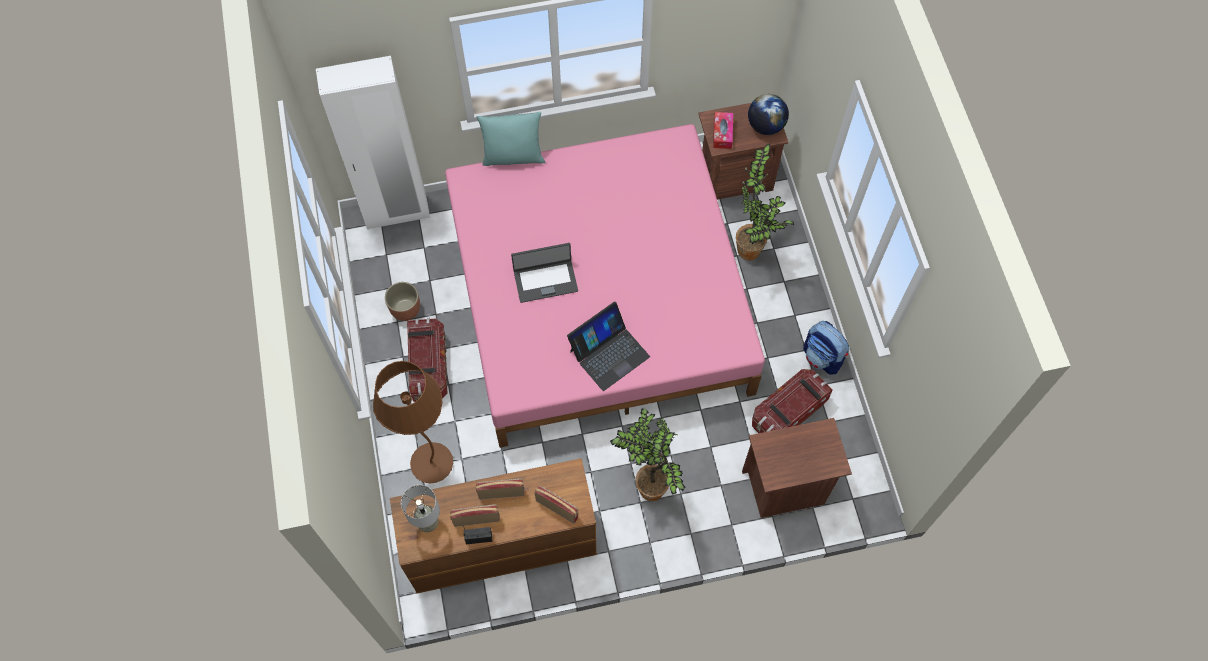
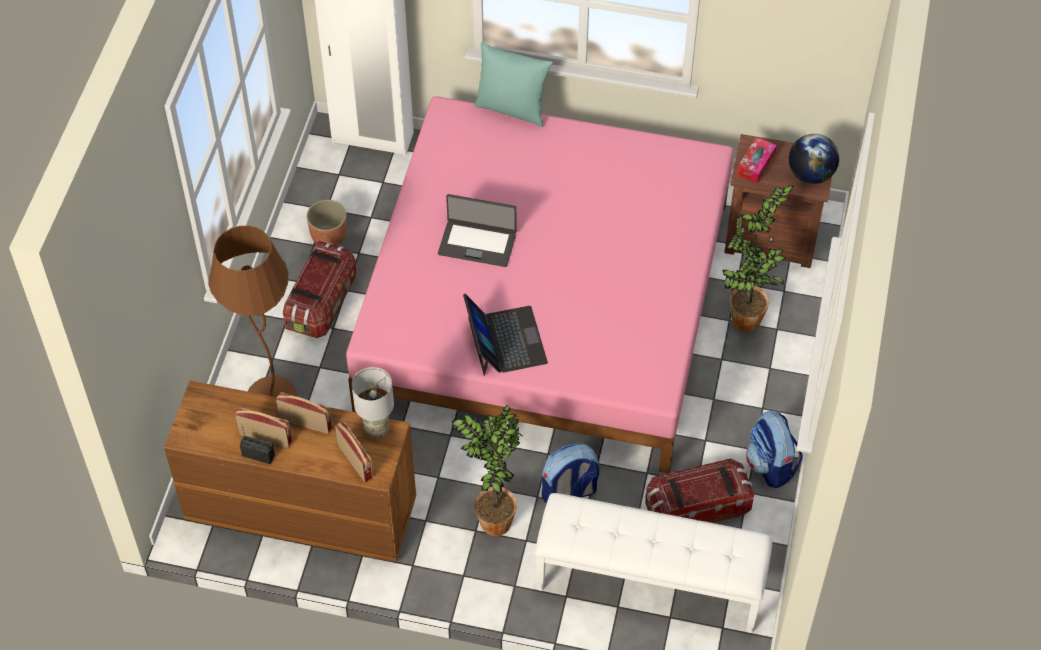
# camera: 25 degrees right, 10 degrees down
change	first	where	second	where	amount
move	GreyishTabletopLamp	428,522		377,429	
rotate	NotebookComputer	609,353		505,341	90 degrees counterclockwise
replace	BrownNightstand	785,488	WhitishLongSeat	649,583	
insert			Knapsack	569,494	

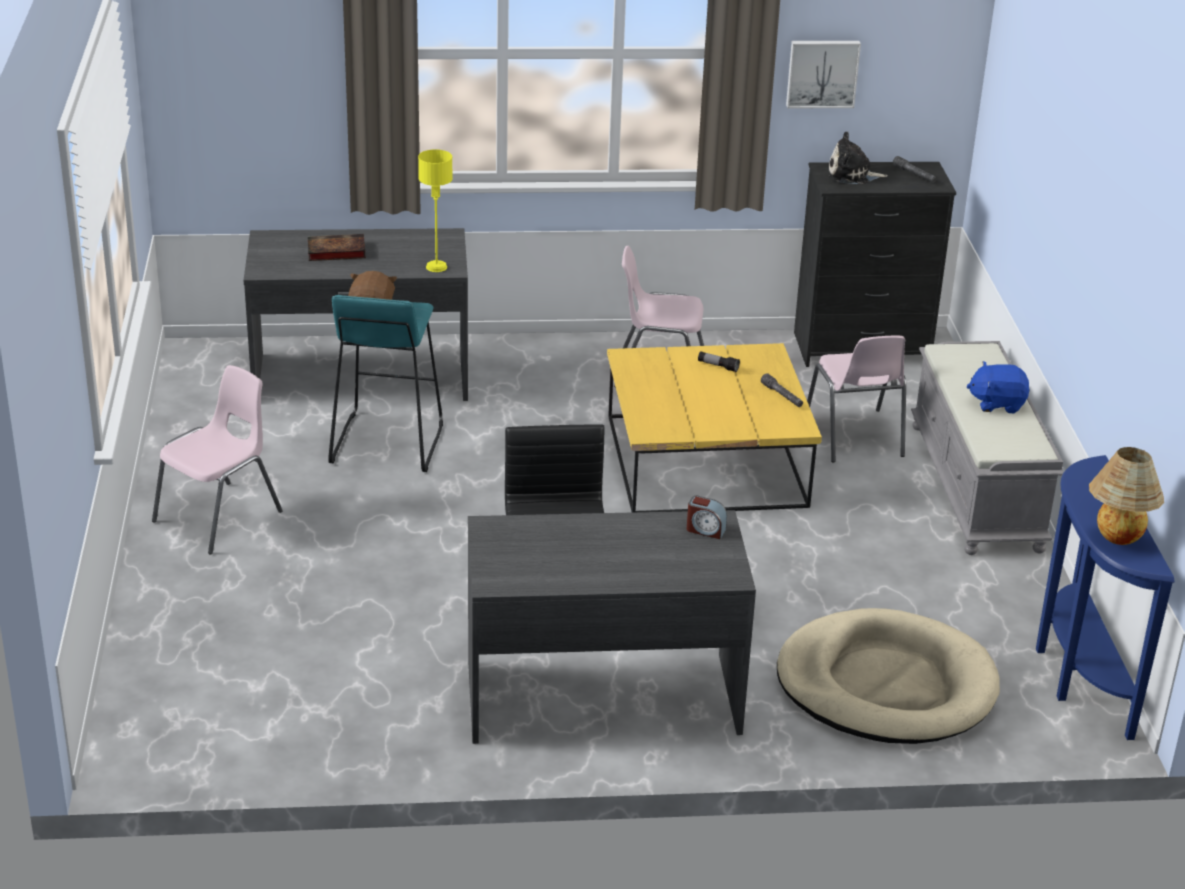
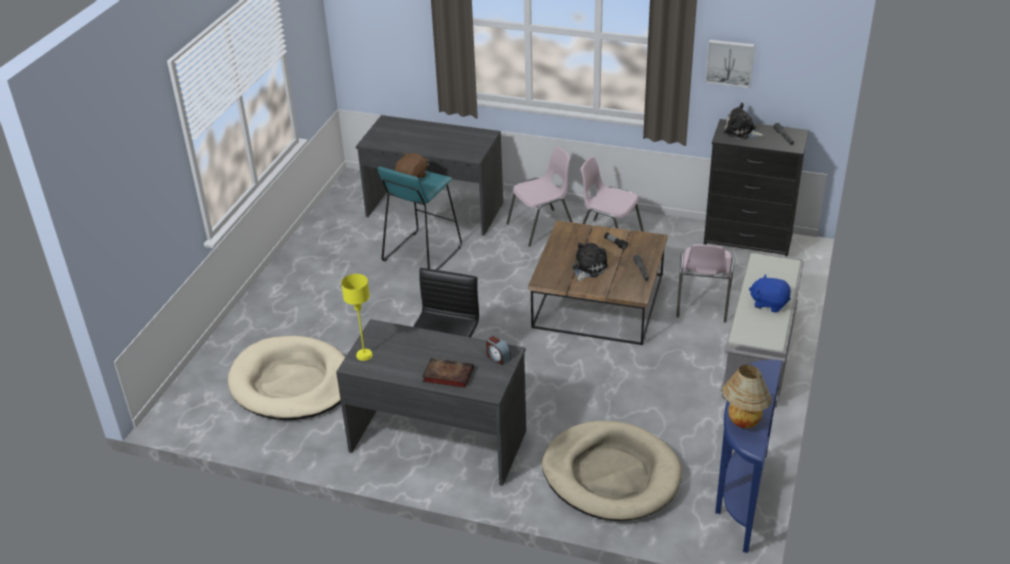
# camera: 25 degrees right, 5 degrees up
change	first	where	second	where	amount
insert			BeigeDogBed	292,383	
move	YellowTabletopLamp	436,267		364,355	
move	BoundBook	335,251		446,375	
move	PinkPlainChair	220,517		542,227	
recolor	YellowLoungeTable	704,462	BrownLoungeTable	597,301	
insert			PlushToy	588,268	

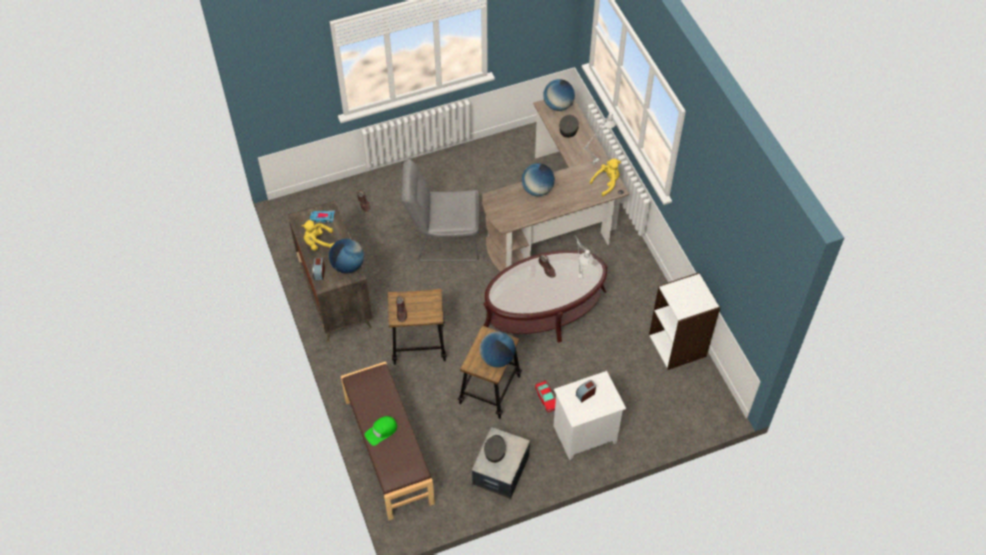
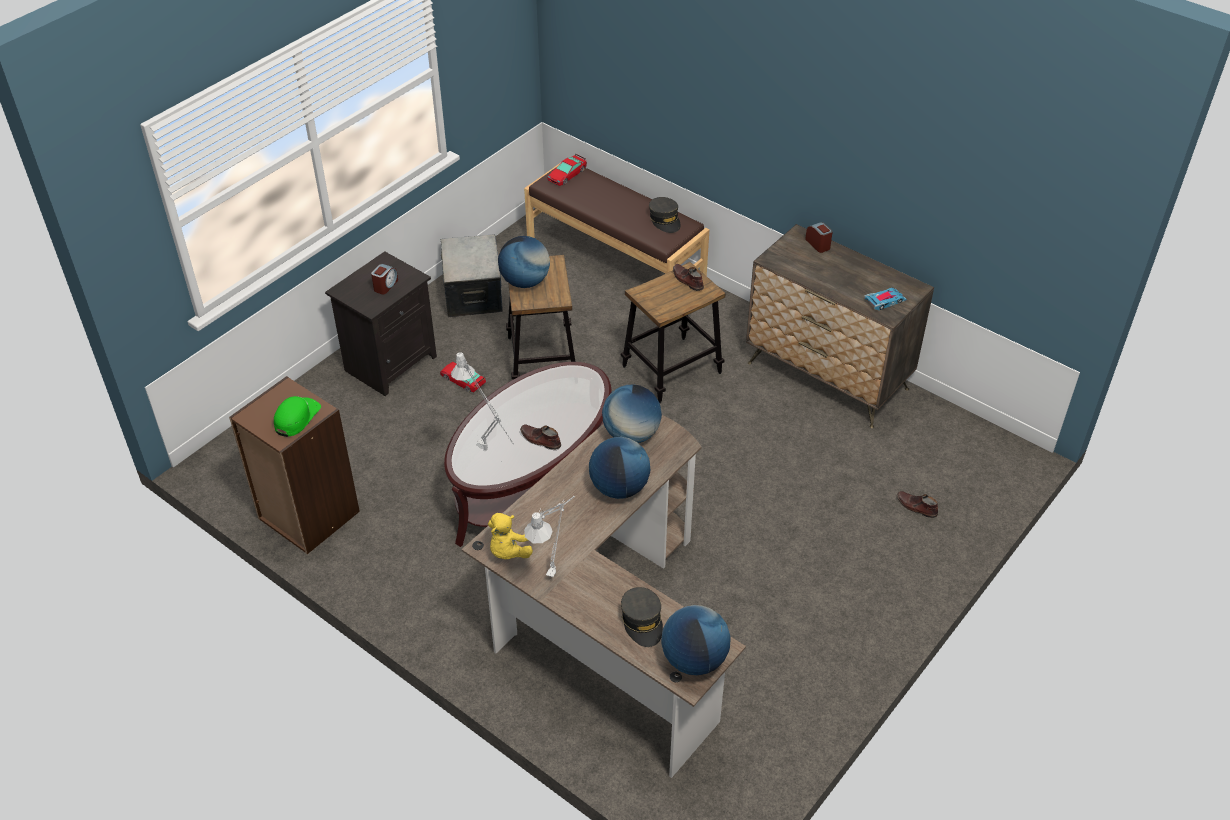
# camera: 150 degrees right, 10 degrees down
change	first	where	second	where	amount
recolor	WhitishBookcase	678,345	BrownBookcase	308,515	
move	GreenishBaseballCap	381,431		296,417	
recolor	WhitishNightstand	584,435	BlackColouredNightstand	390,362	
insert			ToyCar	567,174	
move	Globe	348,266		631,434	
move	GreyishBaseballCap	495,450		665,220	
delete	YellowPlushToy	318,243			
delete	GreyishPlainChair	443,239			

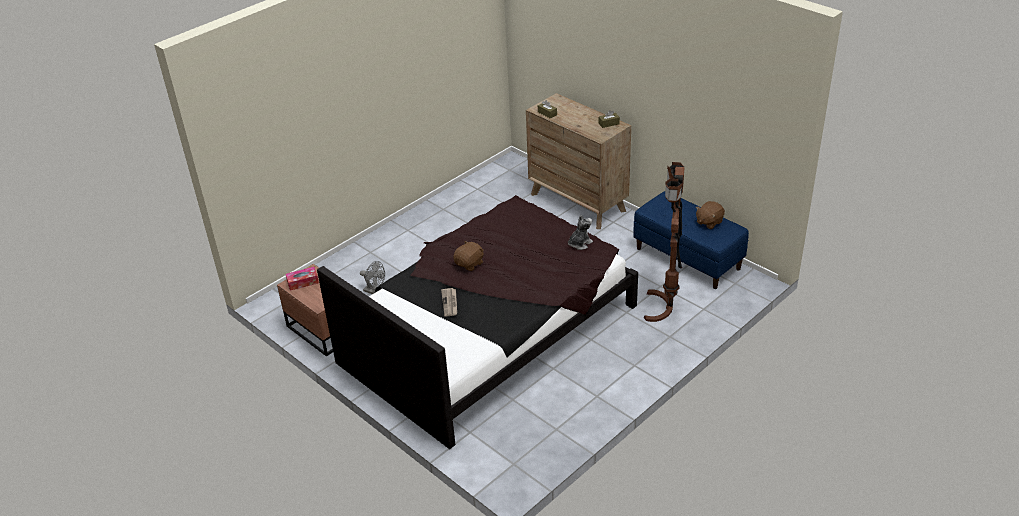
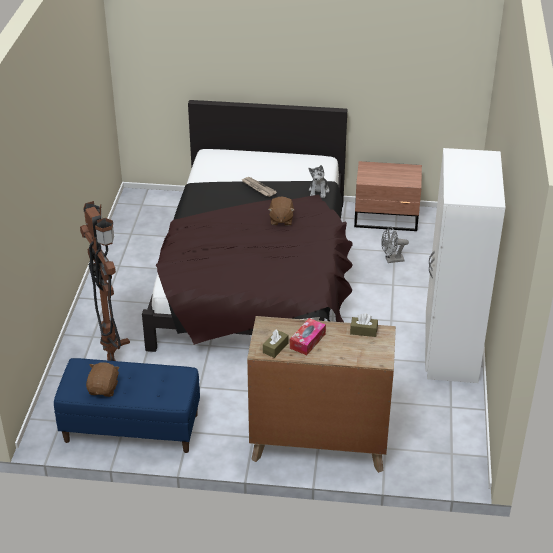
# camera: 140 degrees right, 0 degrees up
change	first	where	second	where	amount
move	TissueBox	303,282		307,341	
move	PlushToy	579,243		319,191	
insert			WhitishClothesCupboard	450,350	

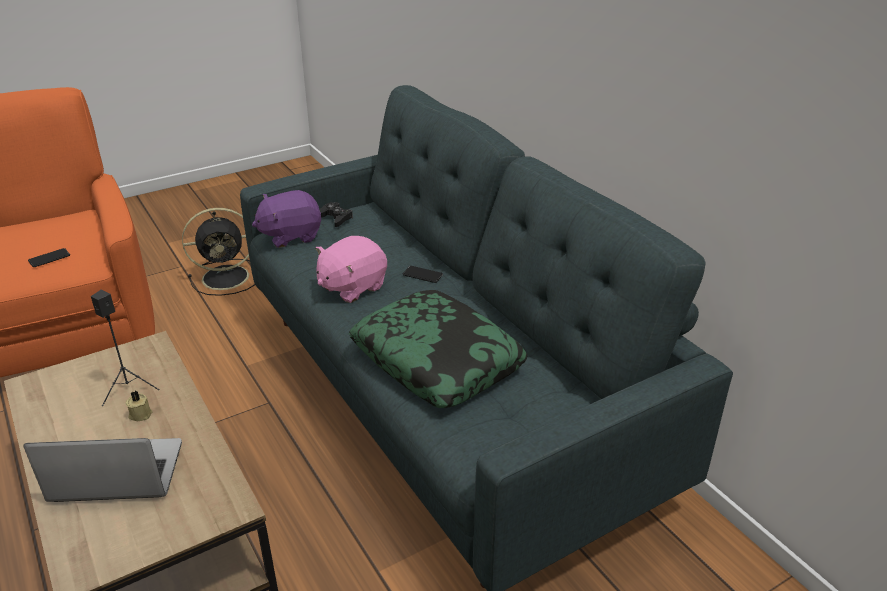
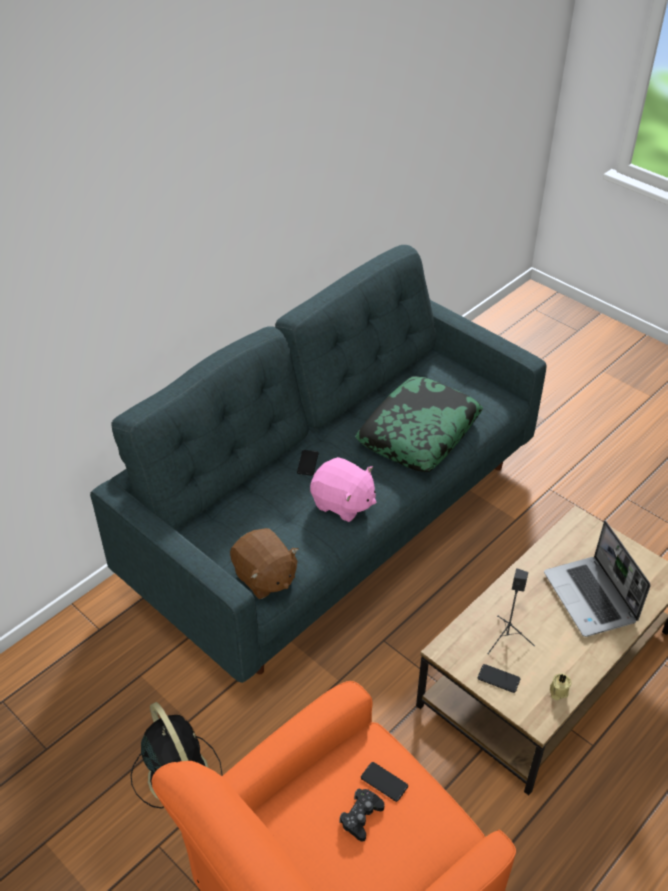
# camera: 105 degrees left, 10 degrees up
change	first	where	second	where	amount
recolor	PurplePlushToy	290,236	BrownPlushToy	264,577	
move	BlackColouredJoypad	336,218		361,816	
insert			Telephone	498,679	
move	BeigeWaxCandle	140,414		558,691	

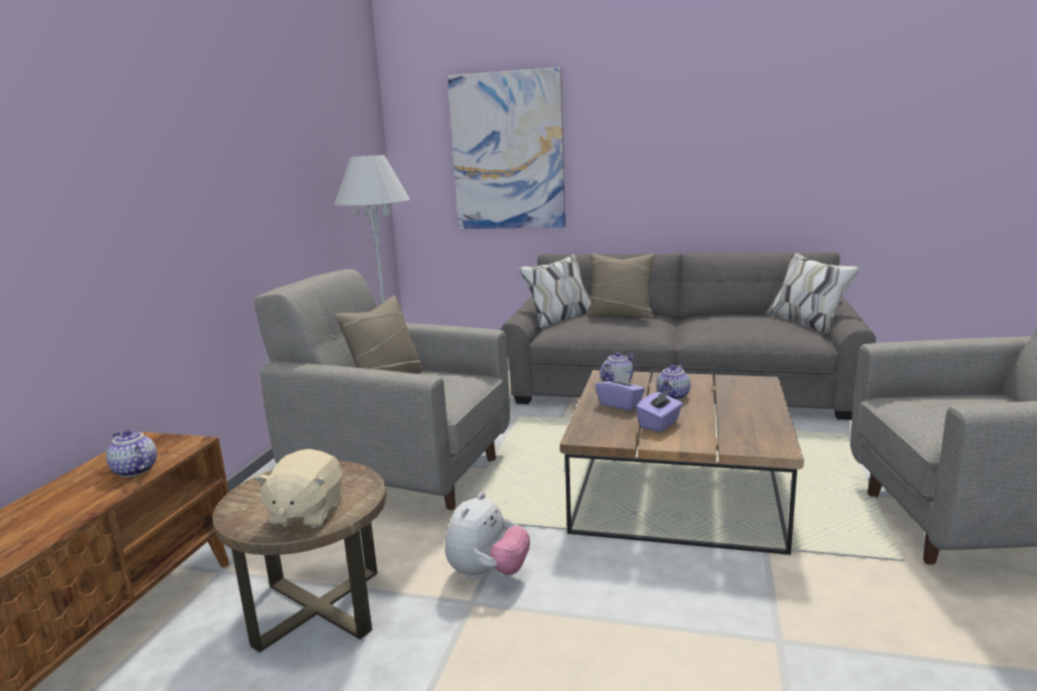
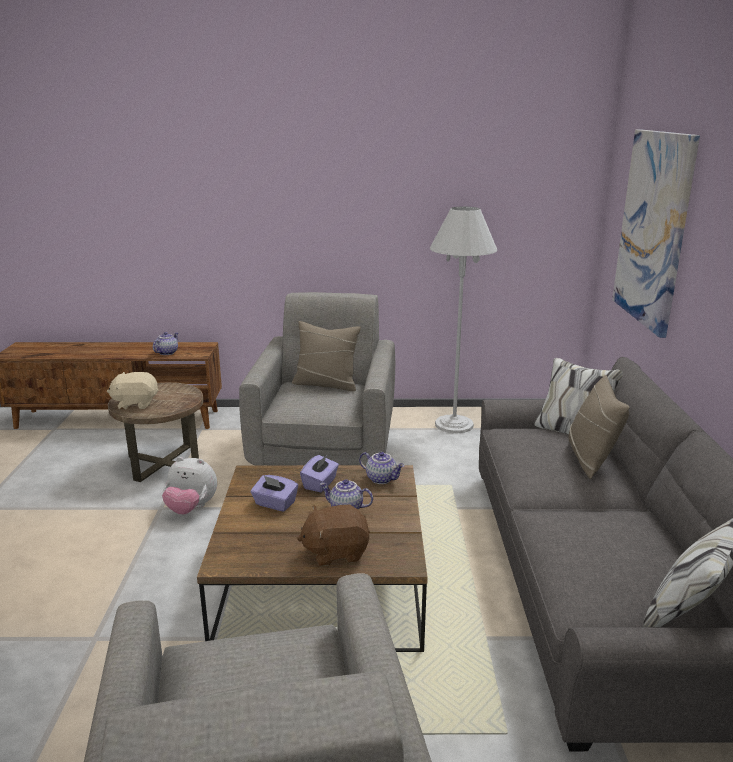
# camera: 75 degrees right, 5 degrees up
change	first	where	second	where	amount
insert			BrownPlushToy	335,552	

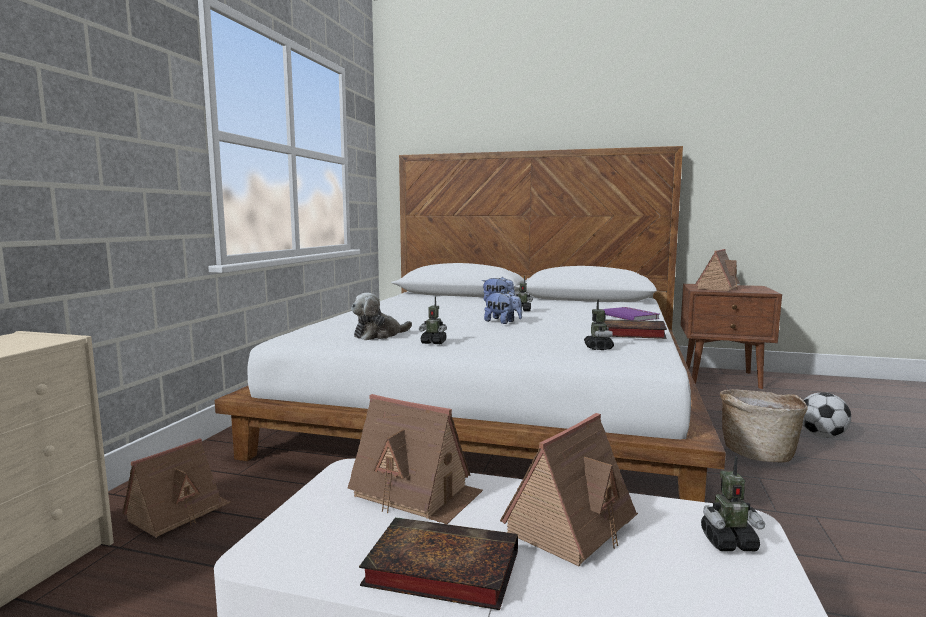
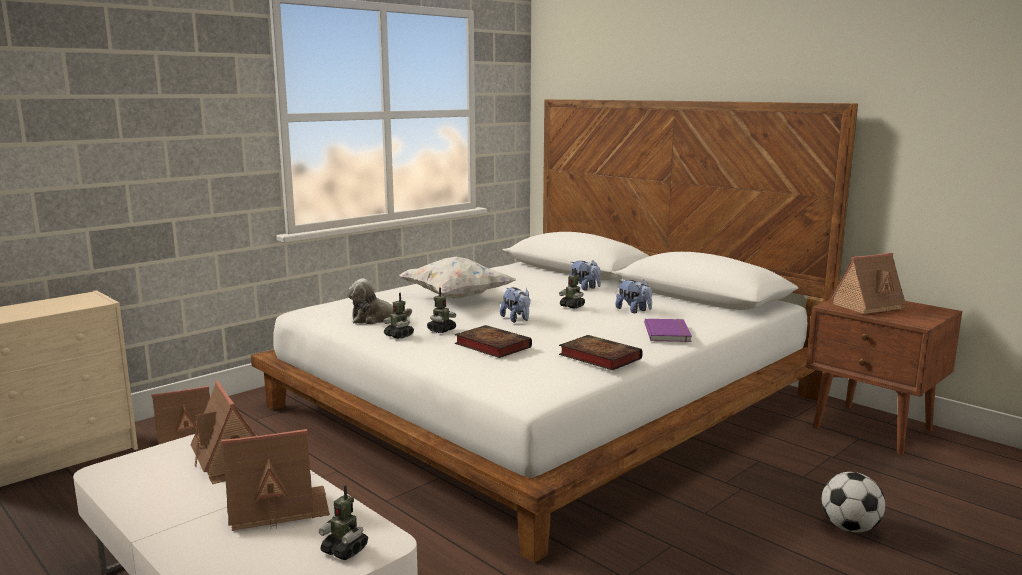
# camera: 30 degrees right, 5 degrees up
change	first	where	second	where	amount
insert			WhitishPillow	455,297	
move	ToyRobot	598,348		441,330	
move	BoundBook	438,569		490,346	
insert			PlushToy	634,310	
delete	StorageBasket	758,453			

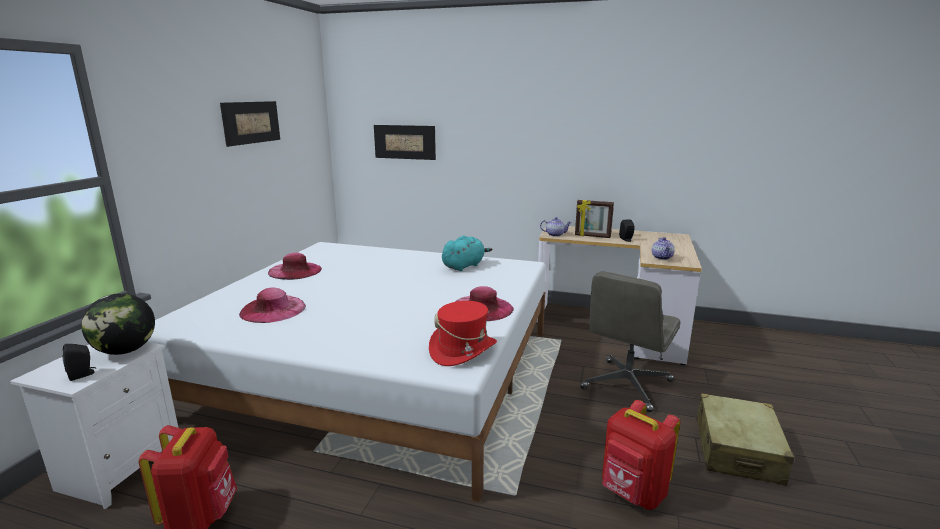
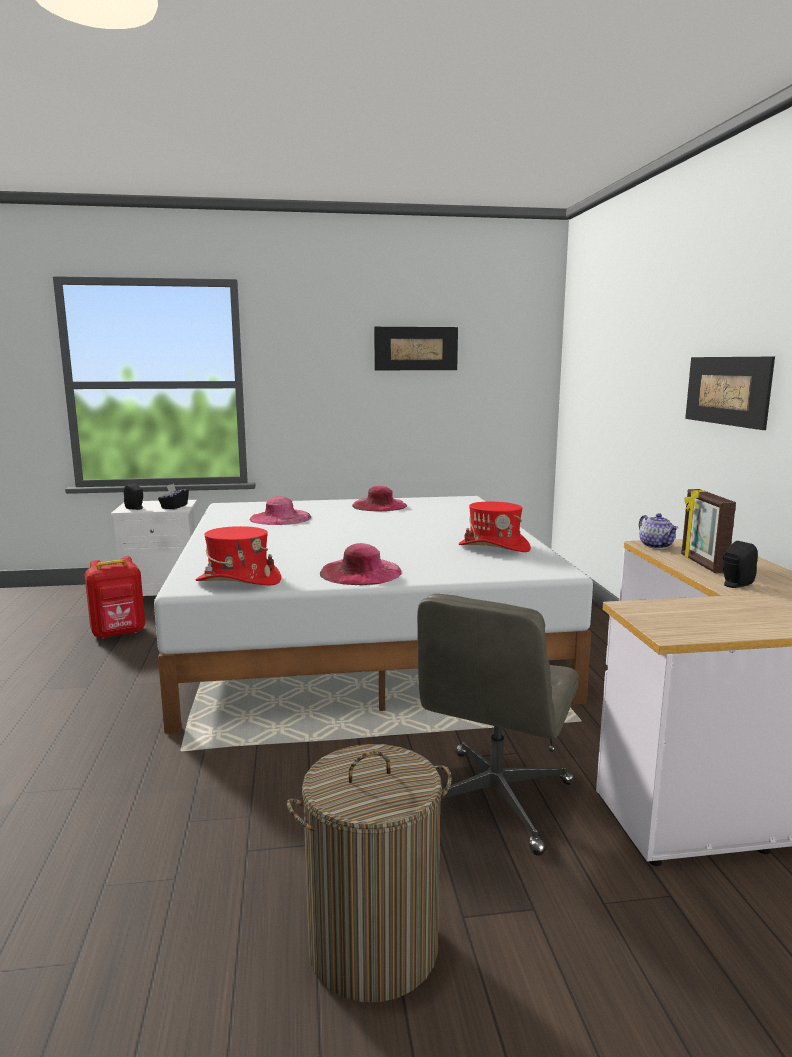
# camera: 65 degrees right, 5 degrees down
change	first	where	second	where	amount
replace	Globe	126,351	BlackColouredTissueBox	174,507	
replace	BeigeTravelCase	737,450	LaundryBasket	373,947	
rotate	GreyishOfficeChair	627,385		494,801	75 degrees counterclockwise
replace	TurquoisePlushToy	464,266	RedColouredHat	494,547	
move	WallPicture	404,142		727,390	
delete	RedColouredKnapsack	633,494			
delete	Teapot	662,258			

